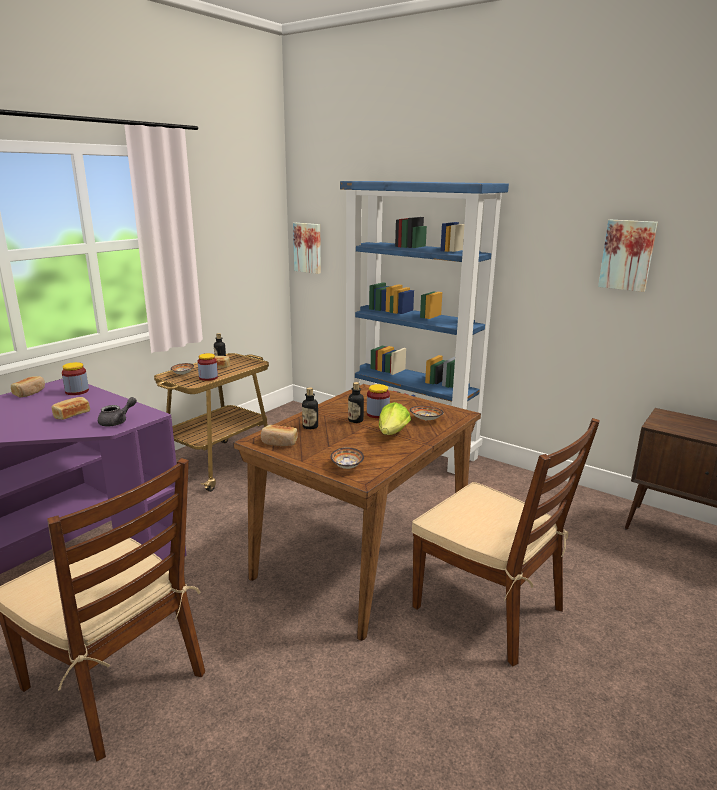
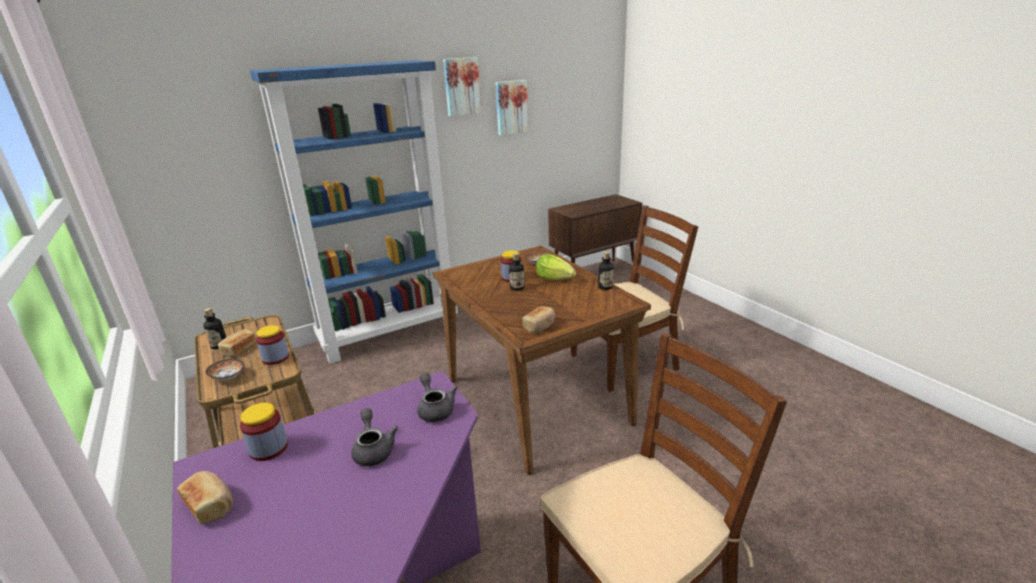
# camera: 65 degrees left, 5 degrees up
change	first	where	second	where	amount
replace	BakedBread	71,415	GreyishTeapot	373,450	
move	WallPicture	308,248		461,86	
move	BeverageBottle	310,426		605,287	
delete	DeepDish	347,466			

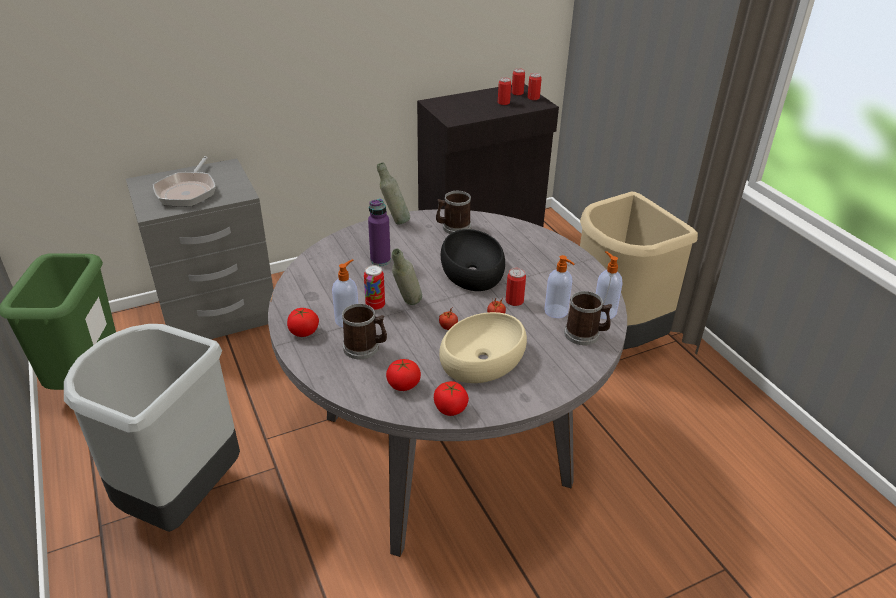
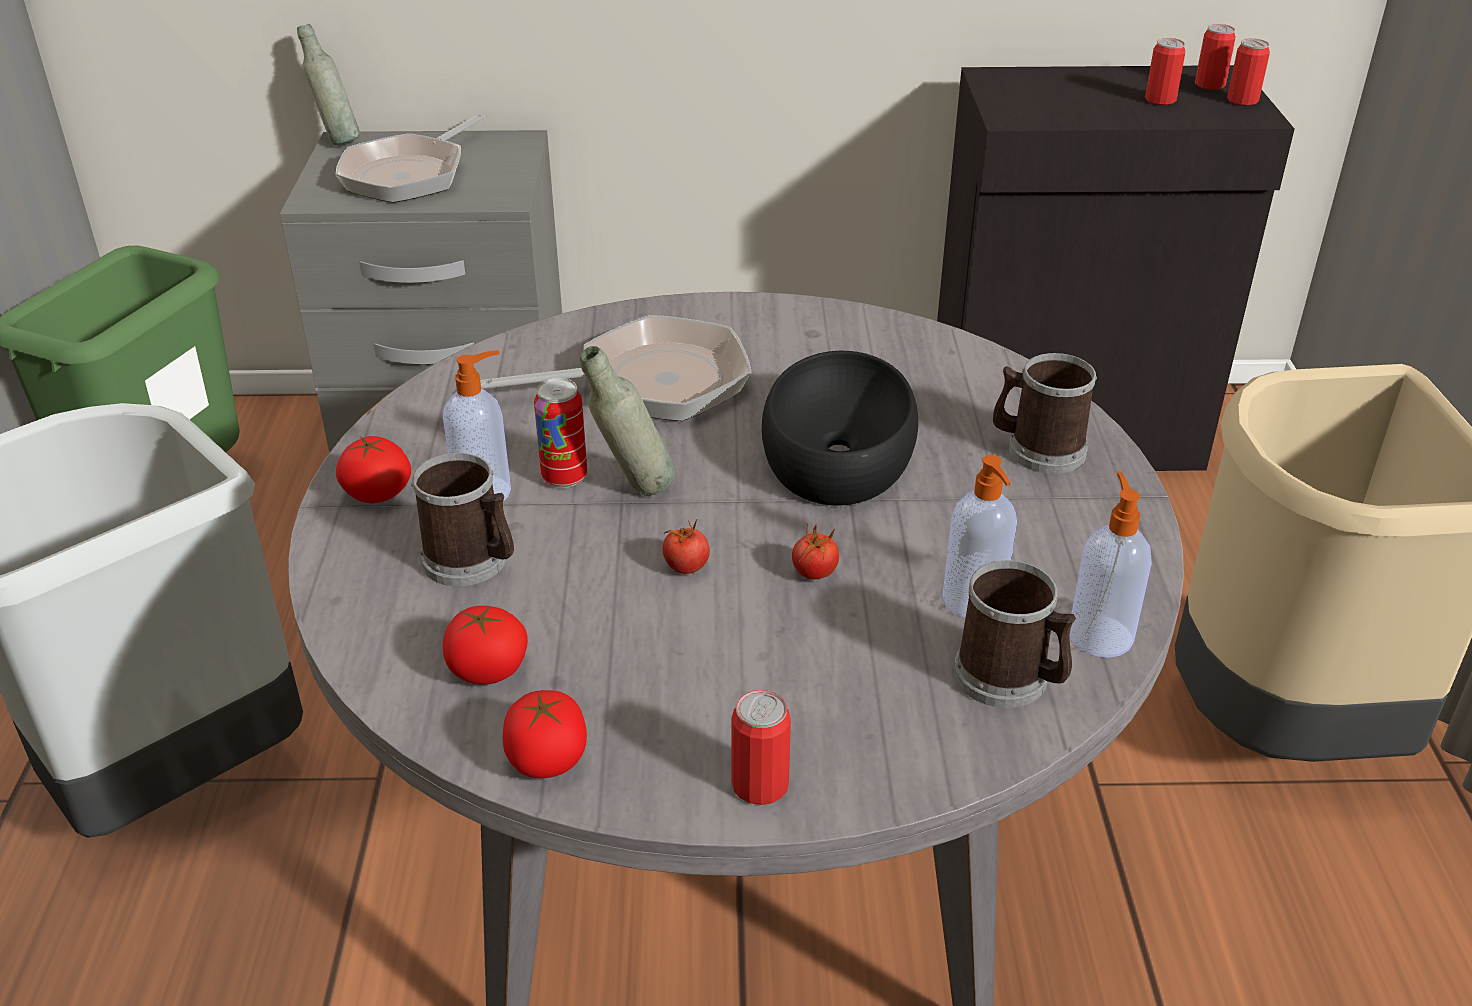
# camera: 25 degrees right, 0 degrees up
change	first	where	second	where	amount
move	GreyishBeverageBottle	394,221		337,141	
replace	PurpleBeverageBottle	380,260	FryingPan	651,383	
move	MetalCan	514,301		760,785	
move	TeaMug	453,227		1037,450	
delete	BeigeDeepDish	483,359			

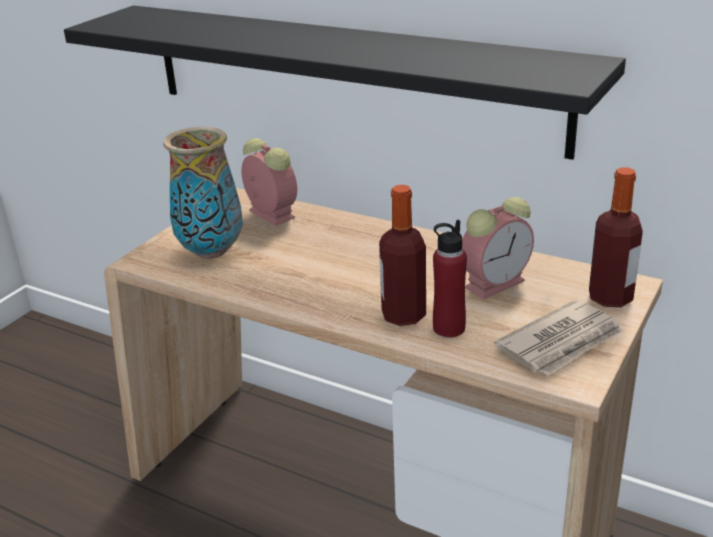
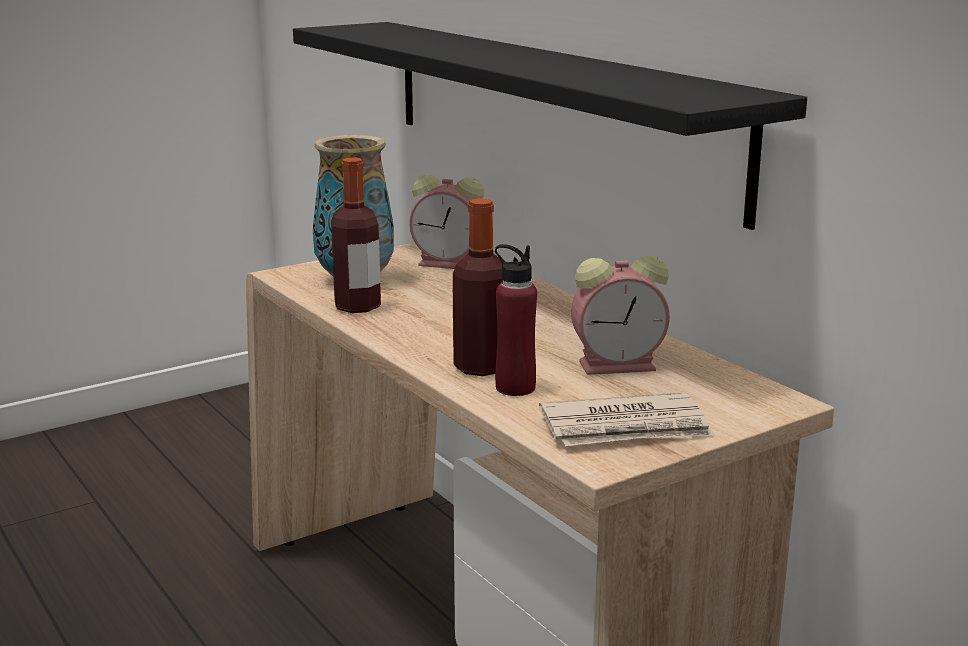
# camera: 25 degrees right, 10 degrees down
change	first	where	second	where	amount
move	BeverageBottle	610,298		357,306	
rotate	TableClock	270,213		451,264	120 degrees clockwise

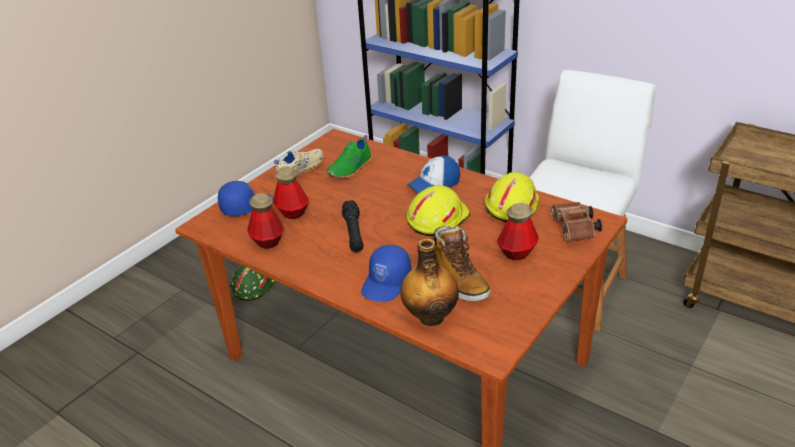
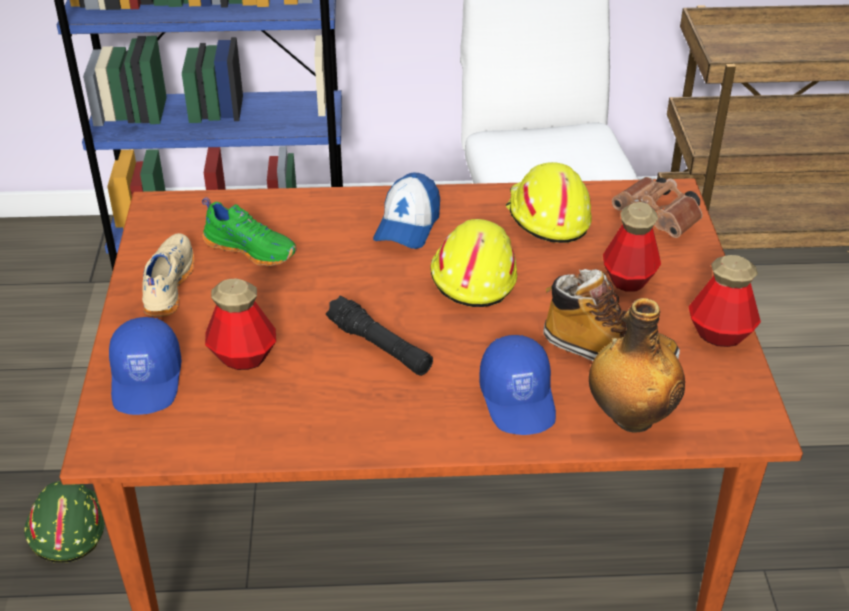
# camera: 40 degrees left, 5 degrees up
change	first	where	second	where	amount
rotate	BlueBaseballCap	246,206		148,380	150 degrees clockwise
rotate	GreenishItemOfFootwear	351,169		252,249	60 degrees counterclockwise
move	BeverageBottle	267,241		720,334	

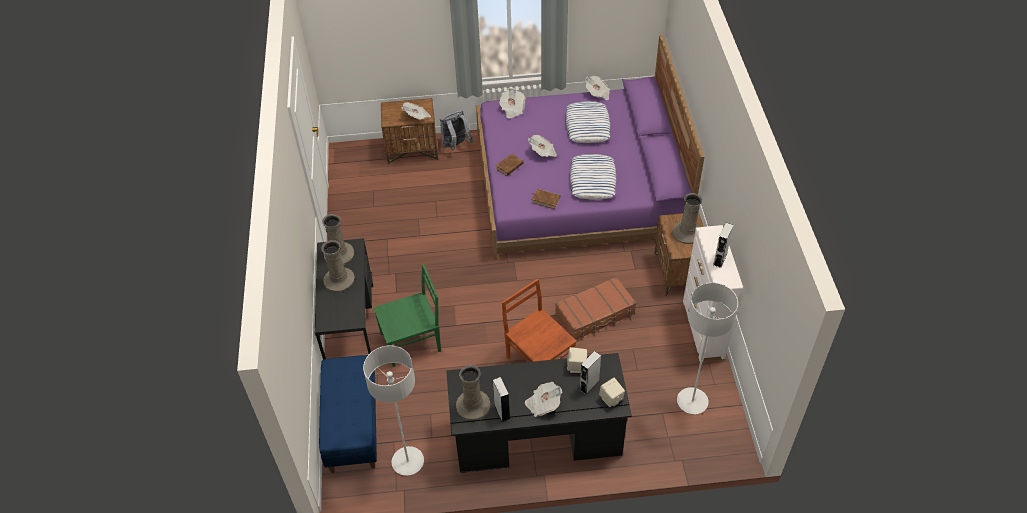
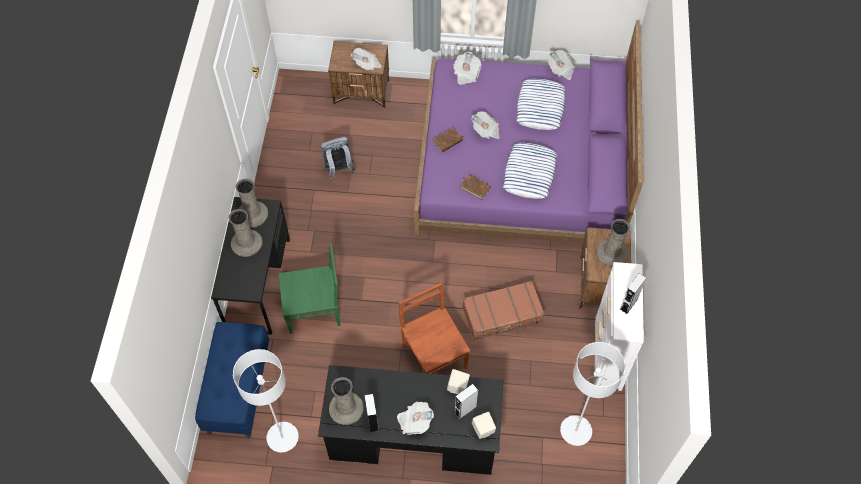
# camera: 10 degrees right, 10 degrees up
change	first	where	second	where	amount
move	GreyishKnapsack	456,145		338,170	

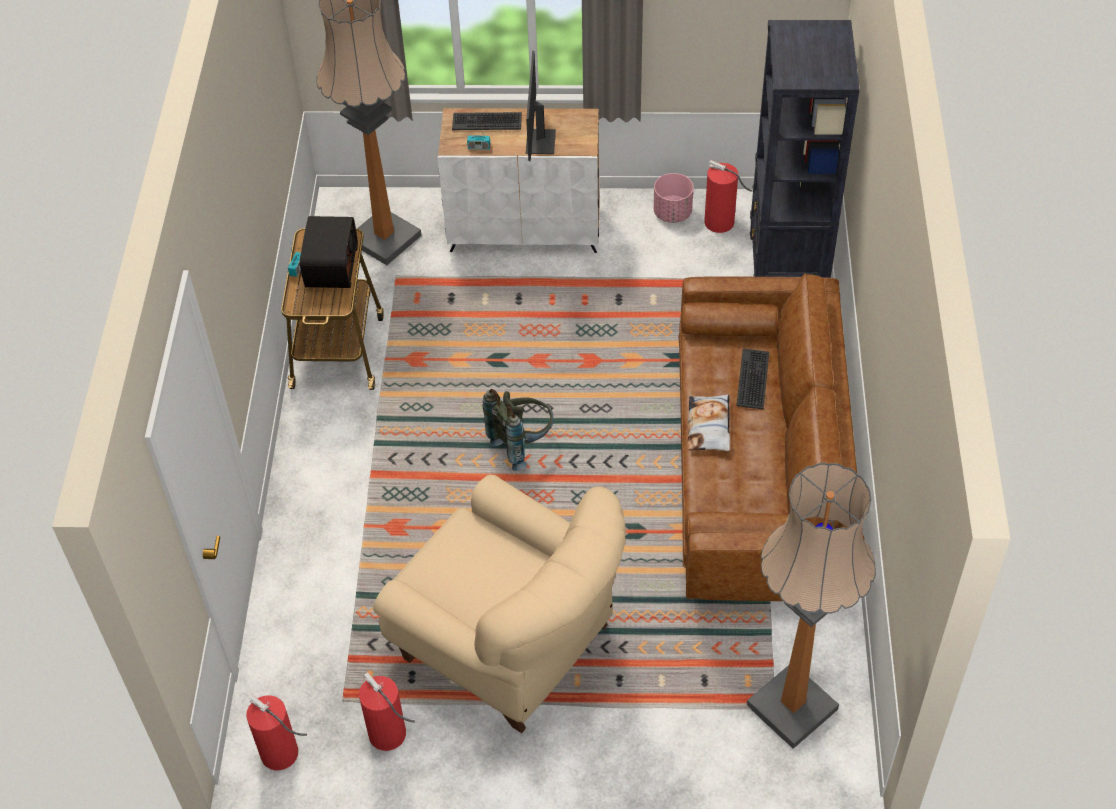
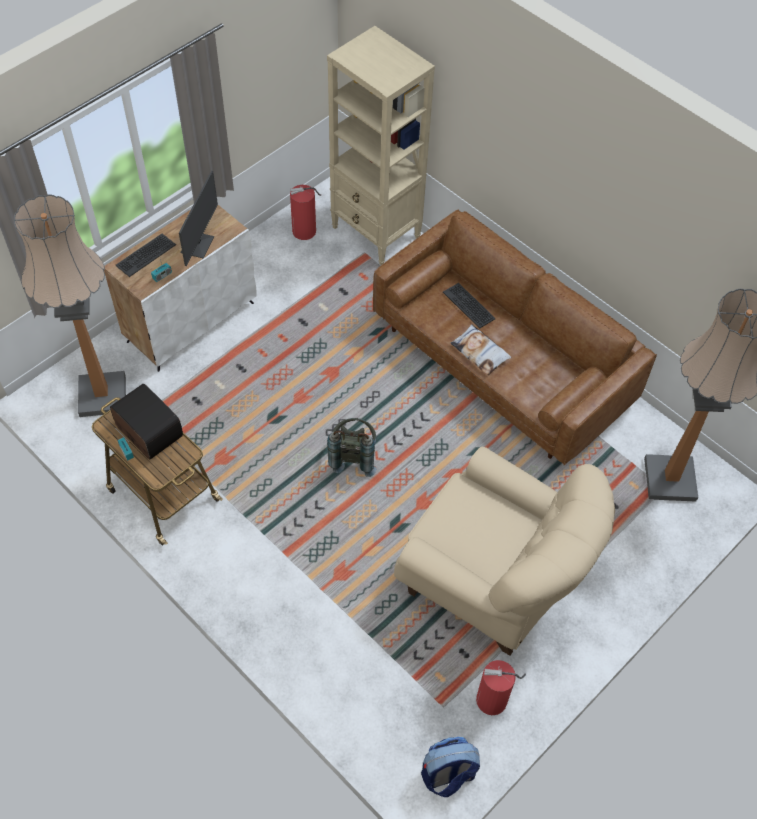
# camera: 50 degrees left, 5 degrees up
change	first	where	second	where	amount
rotate	ComputerDisplay	539,142		198,244	120 degrees counterclockwise
recolor	BlackColouredBookcase	786,270	BeigeBookcase	376,233	
rotate	BeigeLoungeChair	511,644		493,580	45 degrees clockwise
replace	FireFightingCylinder	281,754	Knapsack	447,775	
delete	PinkPlantPot	673,213			

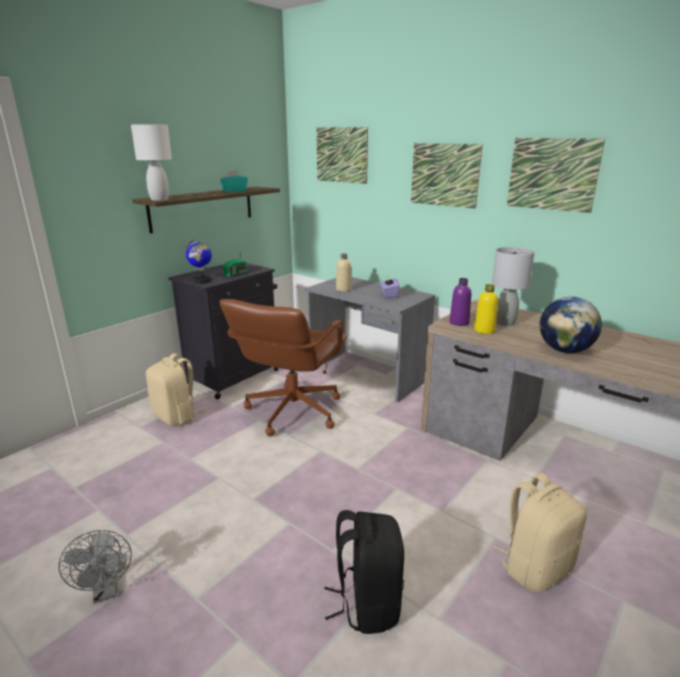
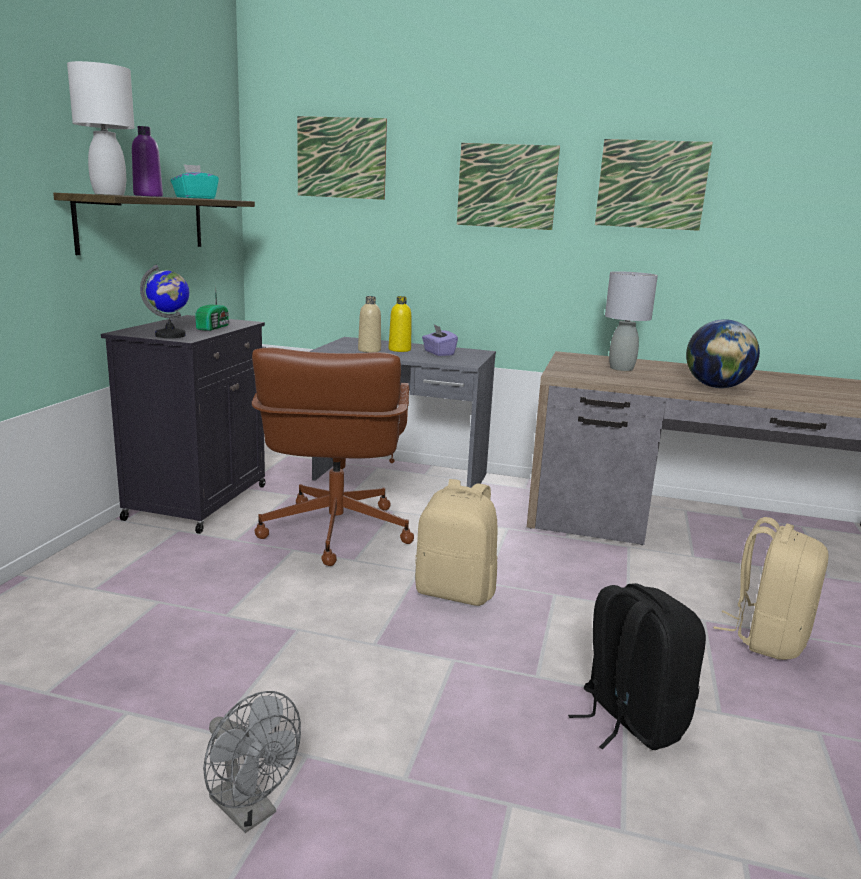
# camera: 25 degrees left, 5 degrees down
change	first	where	second	where	amount
move	PurpleBeverageBottle	459,322		148,196	
move	YellowBeverageBottle	484,330		399,350	
move	BeigeKnapsack	176,416		455,592	

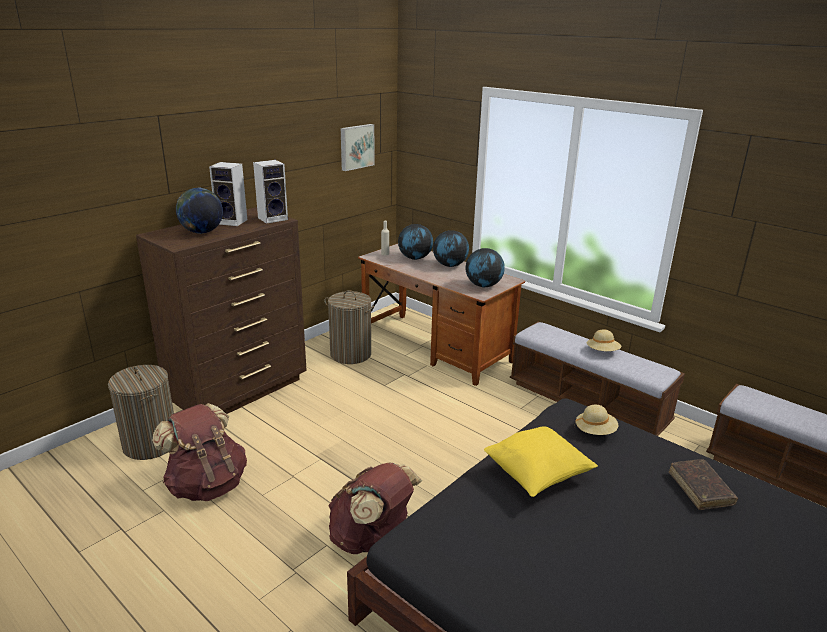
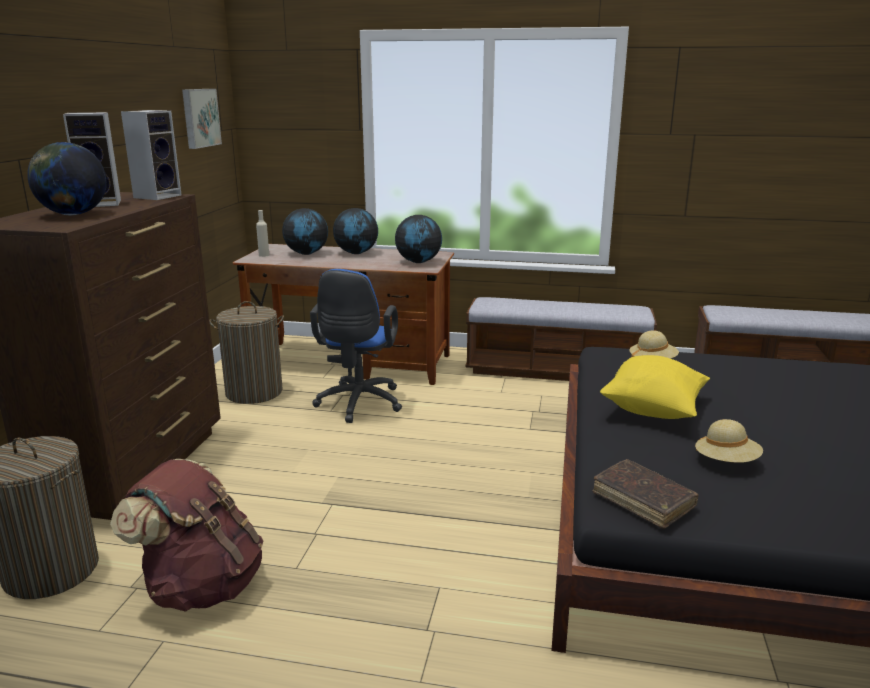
# camera: 30 degrees left, 5 degrees down
change	first	where	second	where	amount
insert			BlueOfficeChair	358,405	
move	BrownBoundBook	700,489		643,501	
move	BeigeHat	602,352		726,462	
delete	BrownKnapsack	372,538			

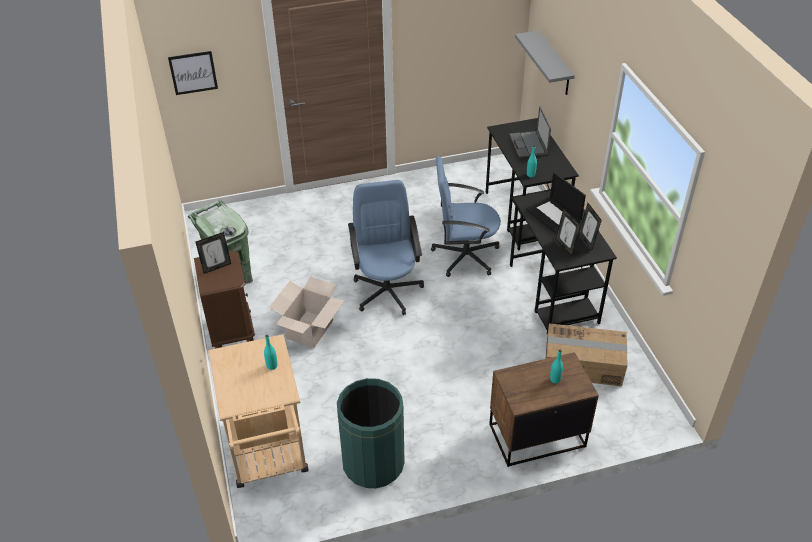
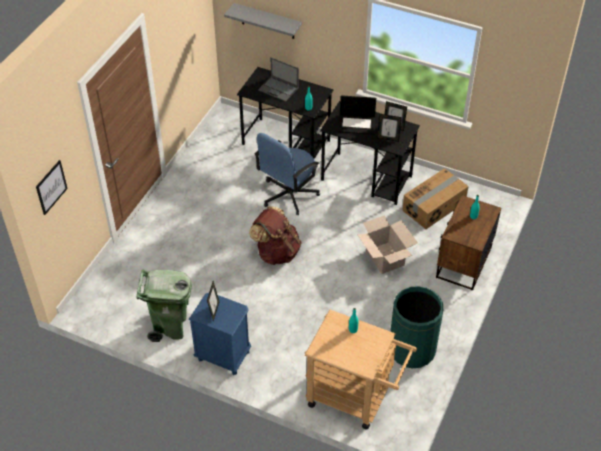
# camera: 50 degrees left, 5 degrees up
change	first	where	second	where	amount
recolor	BrownNightstand	231,331	BlueNightstand	223,356	
replace	BlueOfficeChair	387,290	BrownKnapsack	276,252	
move	PackingBox	309,329		384,258	

